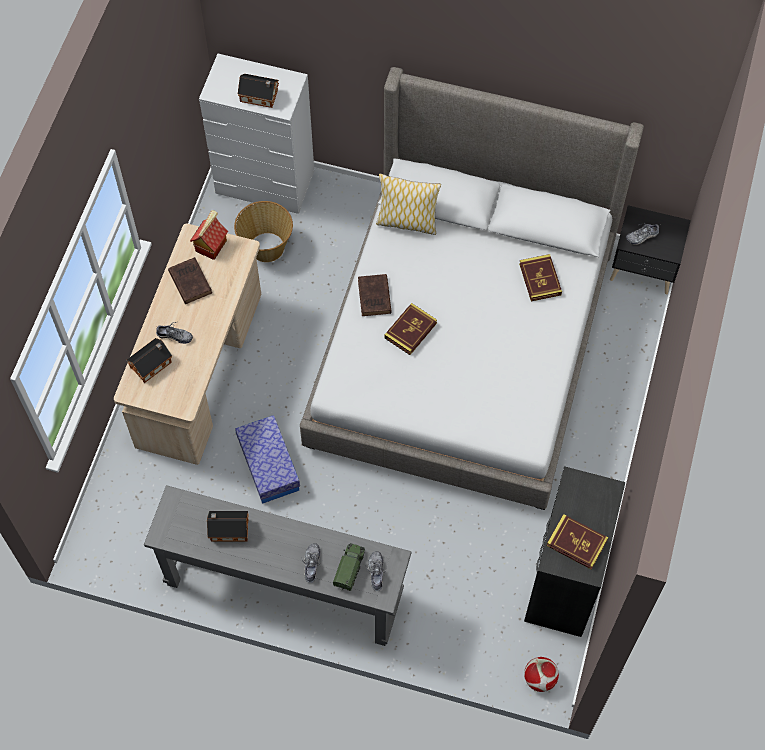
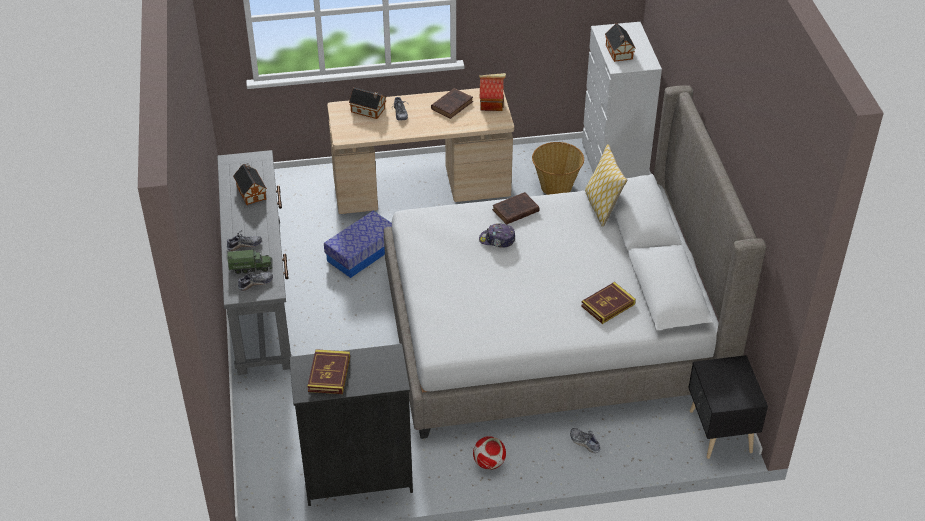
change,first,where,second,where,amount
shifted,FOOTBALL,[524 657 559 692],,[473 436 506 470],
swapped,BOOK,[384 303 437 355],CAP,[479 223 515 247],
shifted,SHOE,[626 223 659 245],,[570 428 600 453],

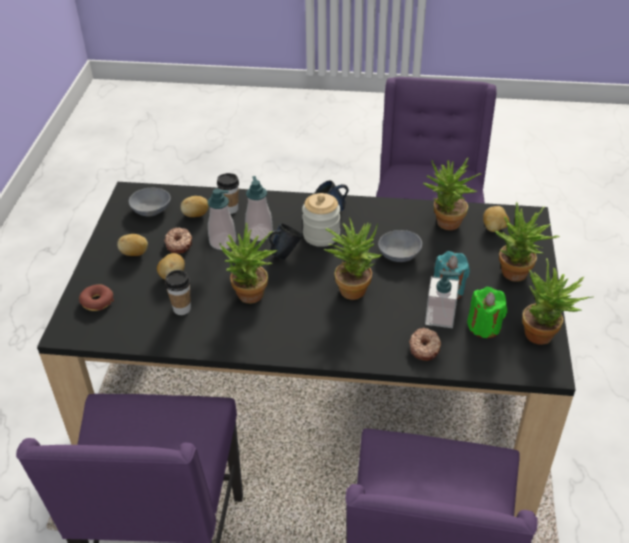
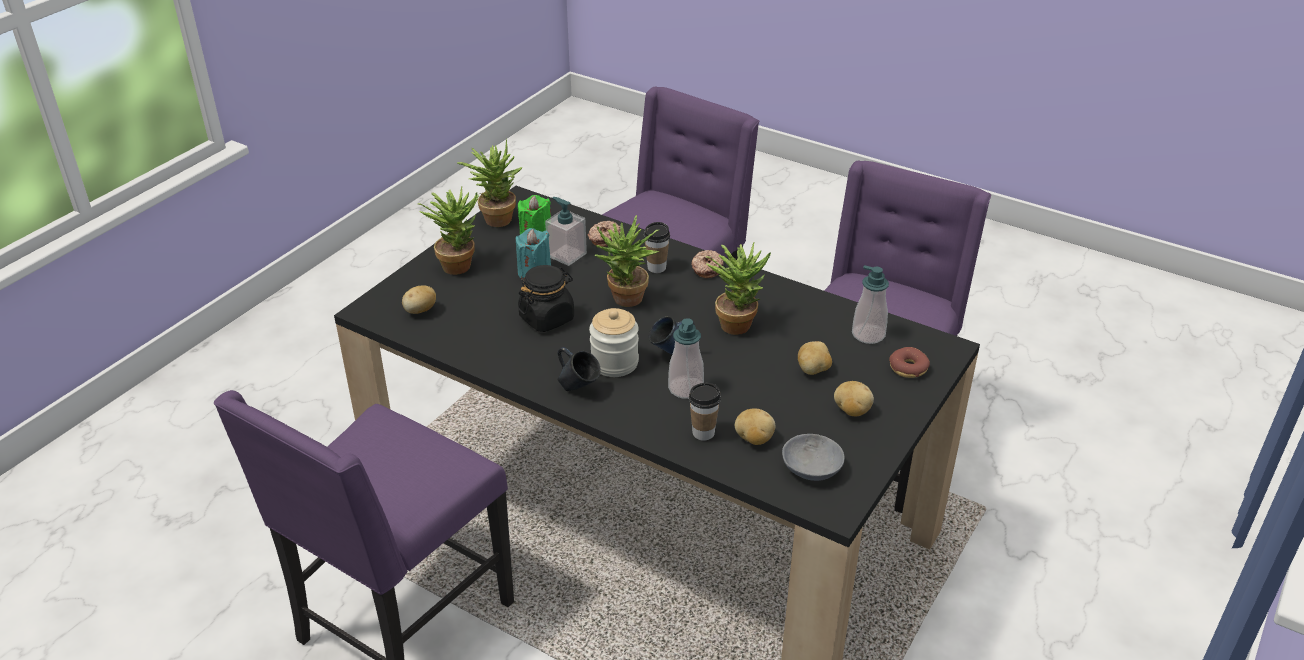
change,first,where,second,where,amount
swapped,GREY BOWL,[378 230 422 262],BLACK JAR,[518 265 574 332],
shifted,CUP,[165 270 191 315],,[644 222 670 273],
shifted,DONUT,[164 227 192 254],,[691 250 724 278],
shifted,SOAP DISPENSER,[208 189 236 250],,[852 265 889 344],
gone,POTTED PLANT,[423 157 481 230],,,

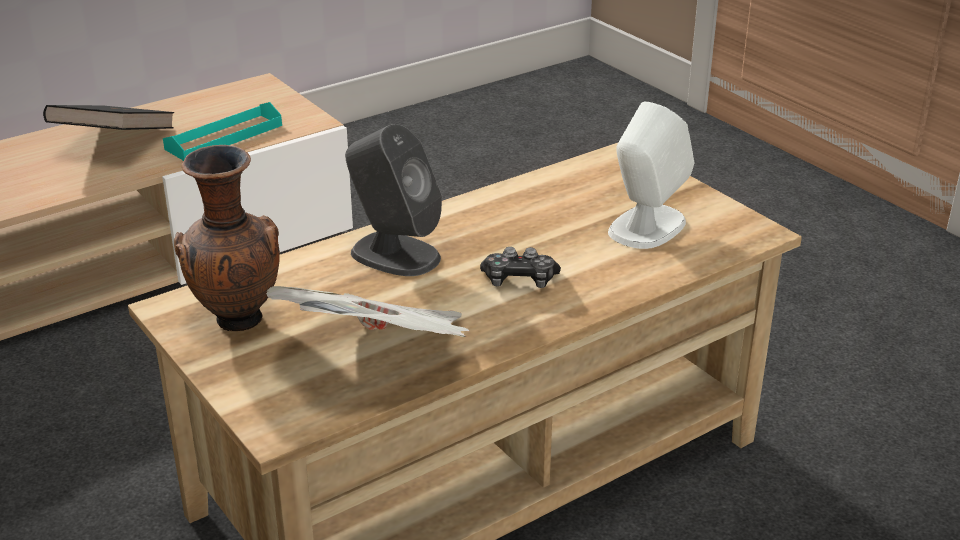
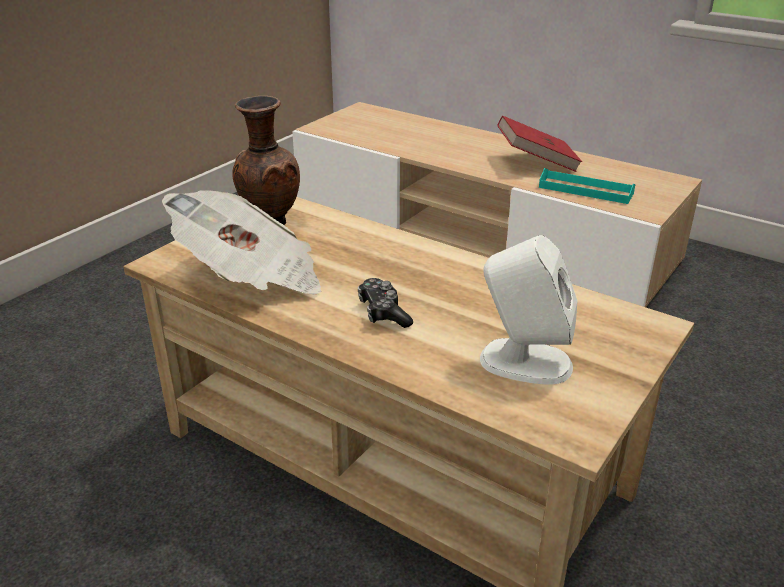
change,first,where,second,where,amount
repainted,BLACK BOOK,[43 105 174 130],RED BOOK,[497 116 582 172],
gone,GREY SPEAKER,[345 124 442 276],,,

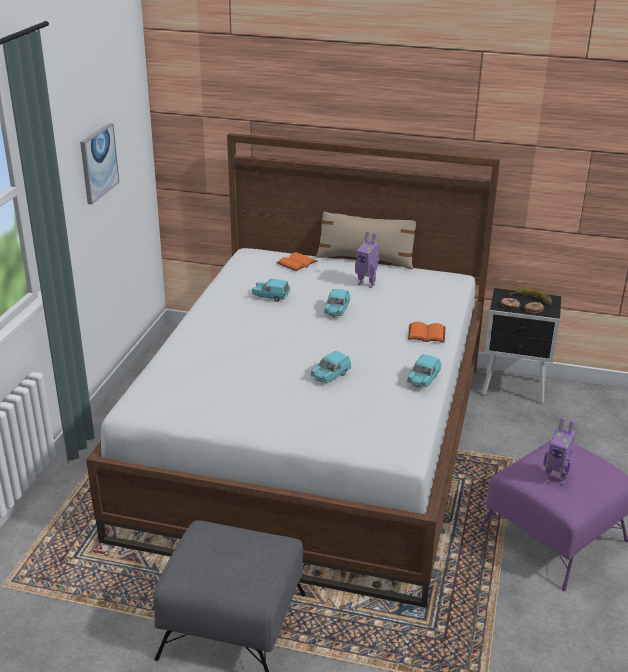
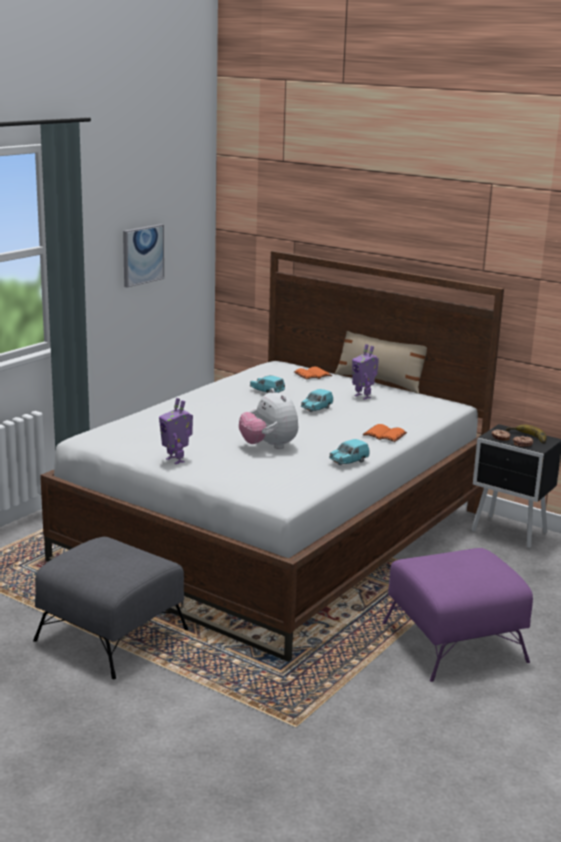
change,first,where,second,where,amount
shifted,TOY ROBOT,[543 418 576 485],,[159 398 193 464],
swapped,TURQUOISE TOY CAR,[311 351 351 383],PLUSH TOY,[239 388 298 449],

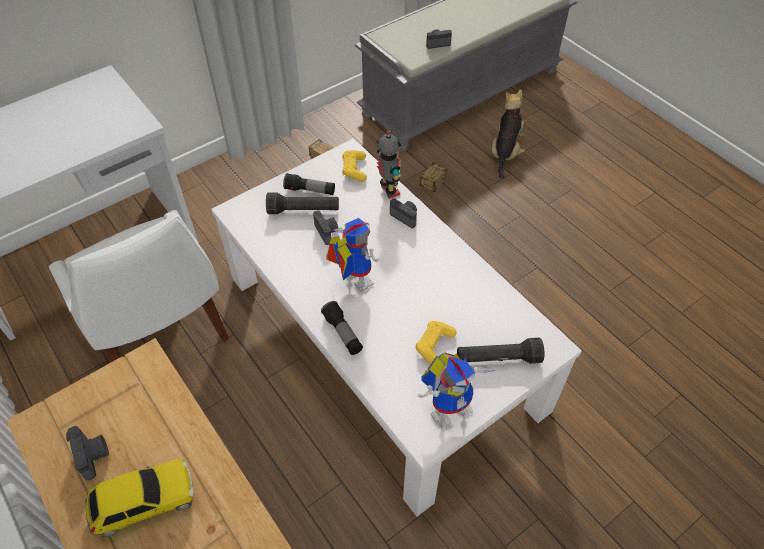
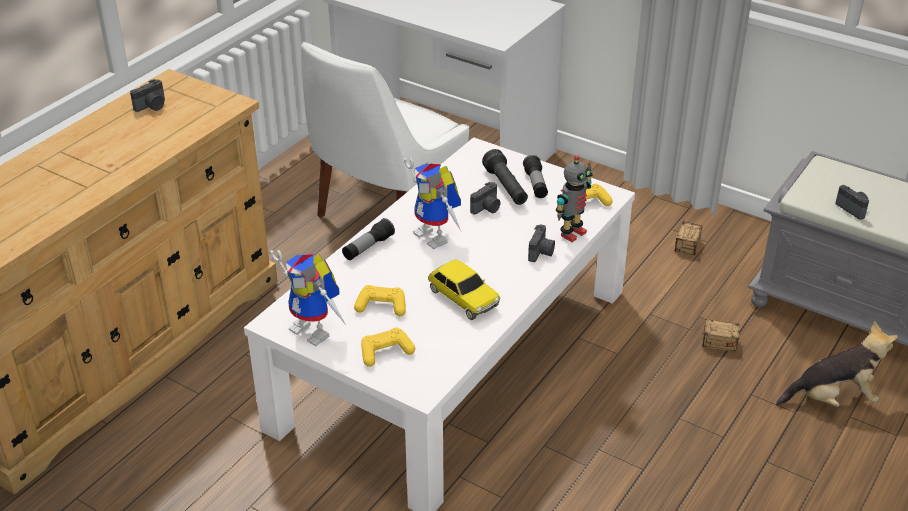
change,first,where,second,where,amount
swapped,BLACK FLASHLIGHT,[457 338 544 364],YELLOW GAME CONTROLLER,[361 328 415 367],
rotated,TOY ROBOT,[326 218 379 292],,[404 158 461 249],105 degrees clockwise
shifted,TOY CAR,[85 459 193 537],,[428 260 500 320],

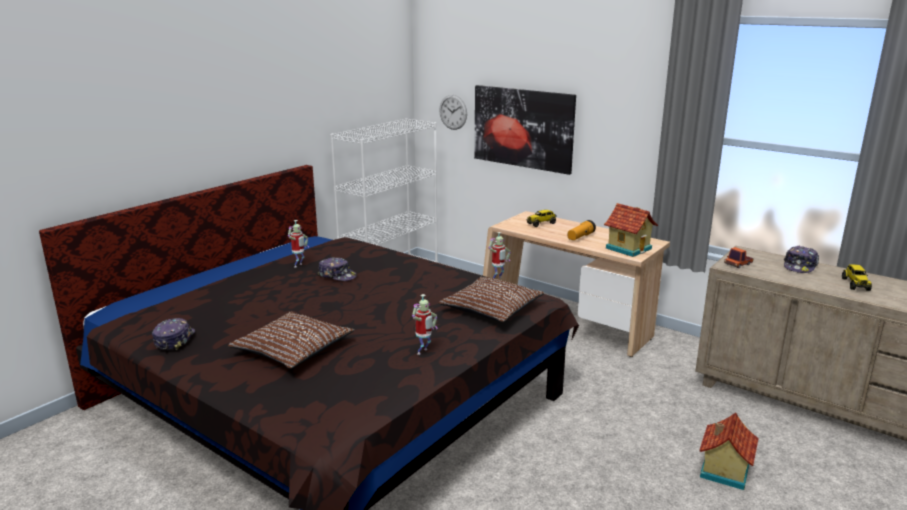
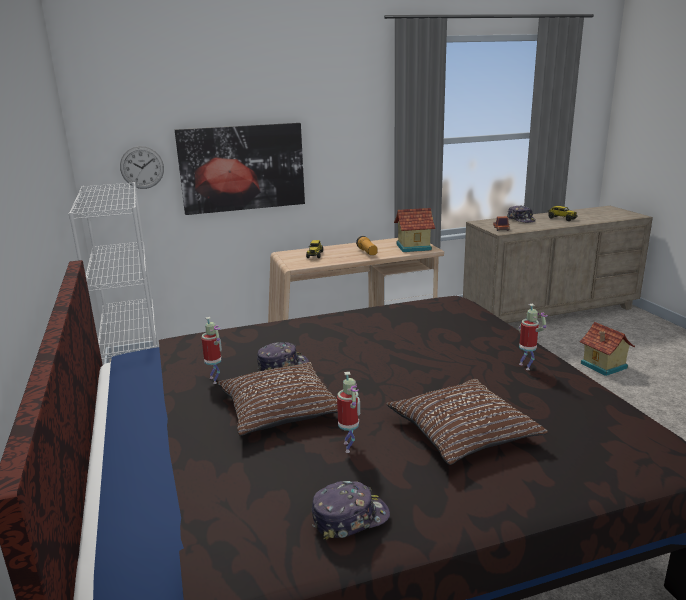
change,first,where,second,where,amount
shifted,BROWN PILLOW,[439 277 544 322],,[217 362 338 436],
rotated,CAP,[152 318 195 350],,[312 481 390 540],120 degrees clockwise
shifted,TOY ROBOT,[489 232 511 278],,[337 372 360 453],

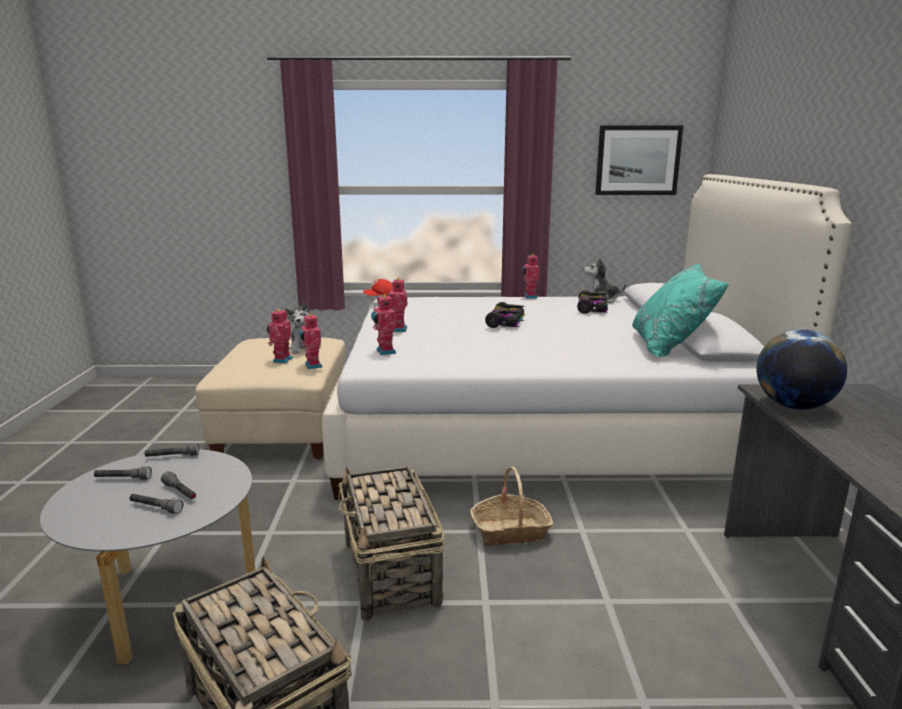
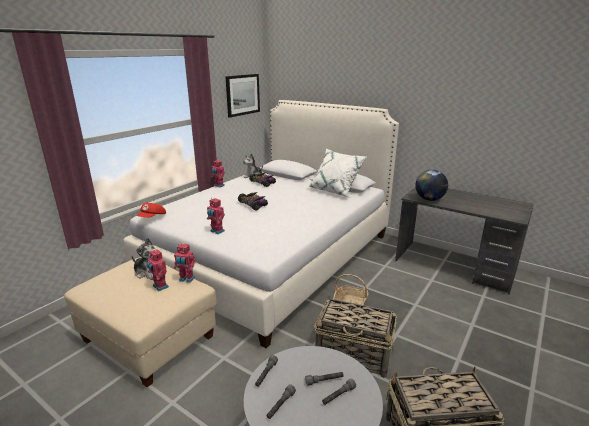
change,first,where,second,where,amount
repainted,TURQUOISE PILLOW,[632 264 729 357],WHITE PILLOW,[308 148 367 198],
gone,TOY ROBOT,[371 294 396 355],,,

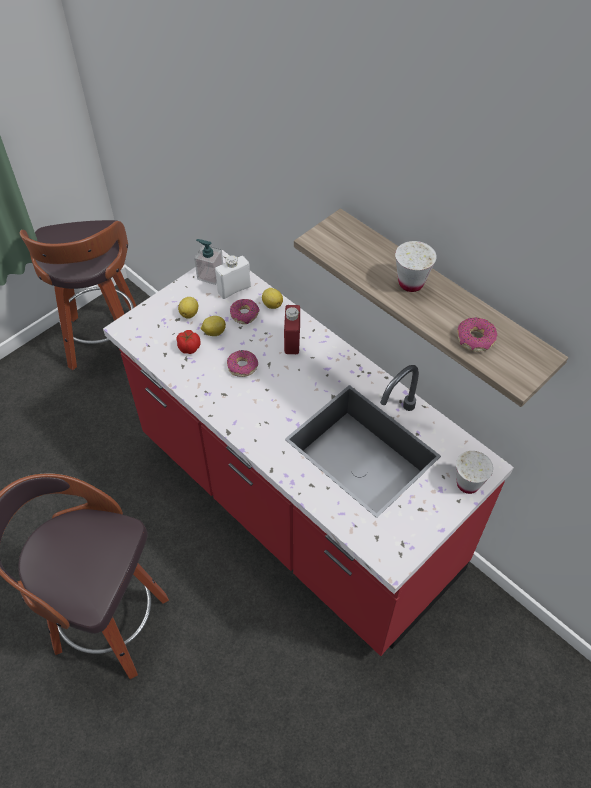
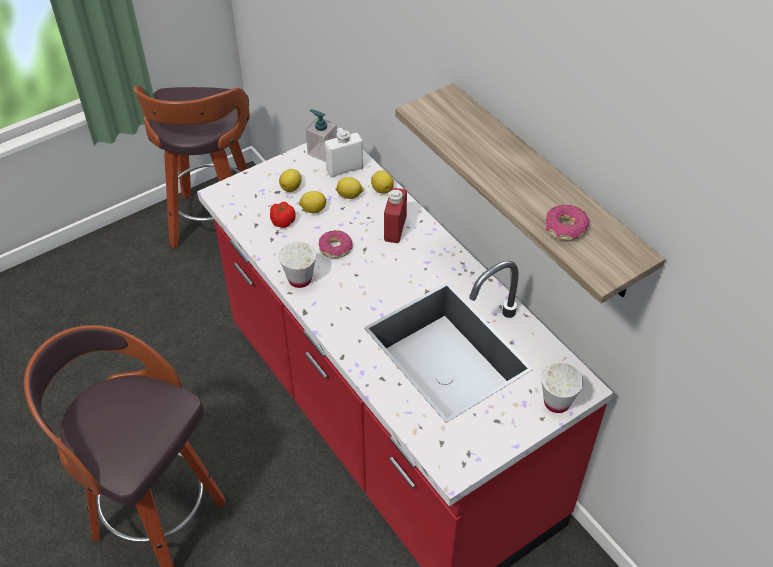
change,first,where,second,where,amount
shifted,WHITE CUP,[395 241 437 292],,[279 242 316 288],
swapped,DONUT,[230 299 260 324],LEMON,[336 177 364 199],

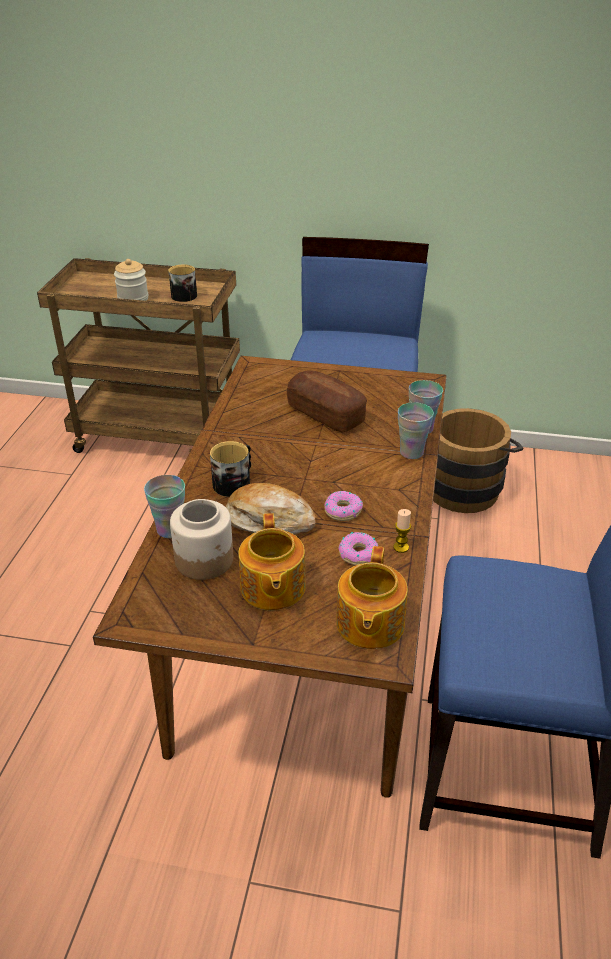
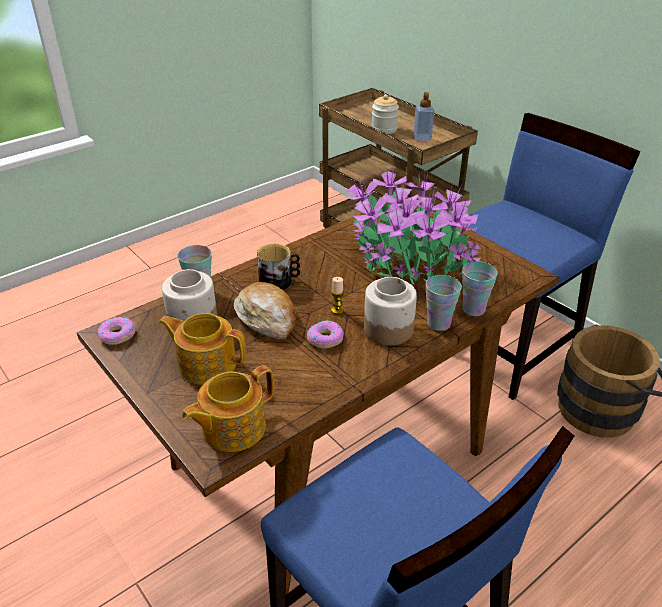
change,first,where,second,where,amount
shifted,DONUT,[338 532 378 565],,[98 317 135 345],
rotated,TEAPOT,[238 513 306 610],,[159 313 246 385],75 degrees clockwise
shifted,CANDLE,[393 509 411 553],,[331 277 344 314],
swapped,BREAD,[287 371 367 433],POTTED PLANT,[344 168 481 285],
new,,,JAR,[364 277 417 345],
swapped,MUG,[168 264 197 302],SOAP DISPENSER,[413 92 434 141],

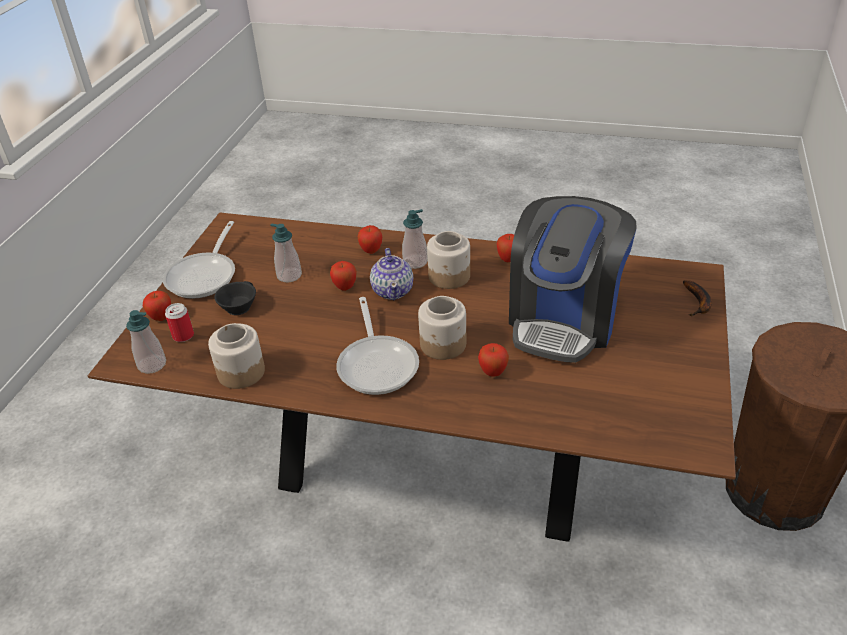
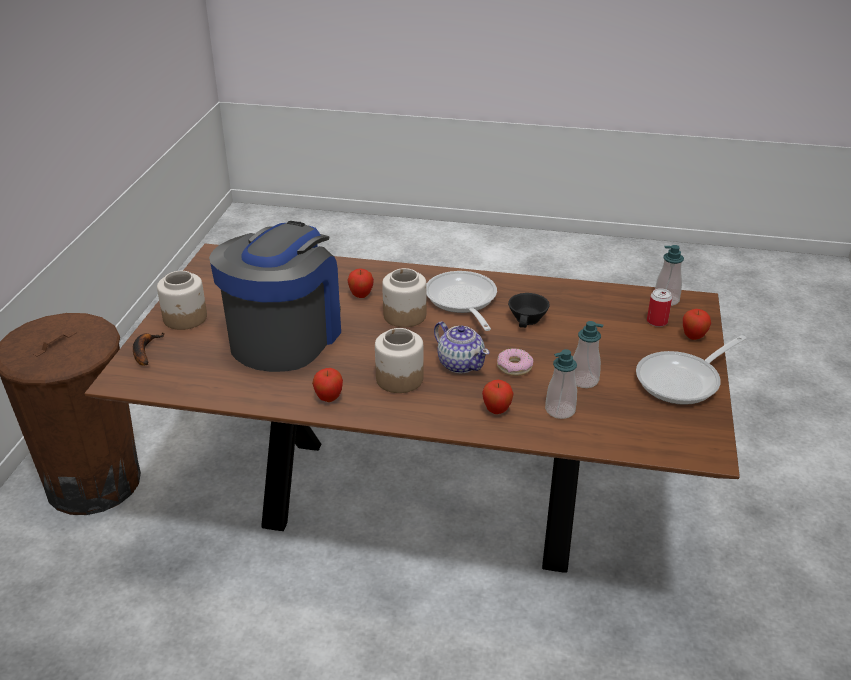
change,first,where,second,where,amount
shifted,JAR,[208 323 265 389],,[157 271 207 330],
rotated,TEAPOT,[370 248 413 300],,[434 321 490 374],150 degrees clockwise
swapped,APPLE,[330 261 357 291],DONUT,[497 348 533 376],
shifted,BLACK CUP,[214 281 256 315],,[508 293 550 328],
shifted,SOAP DISPENSER,[402 209 428 269],,[545 349 577 419],
rotated,FRYING PAN,[163 221 235 299],,[636 335 747 405],135 degrees counterclockwise

